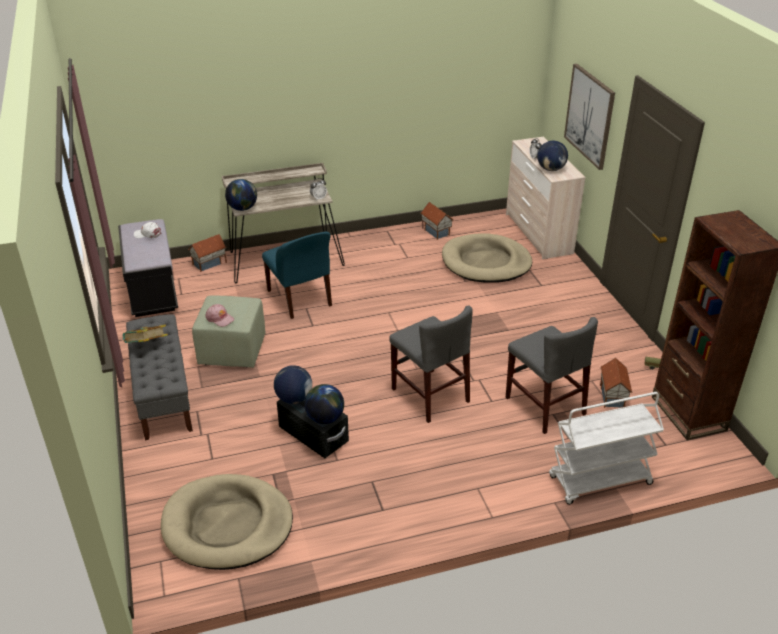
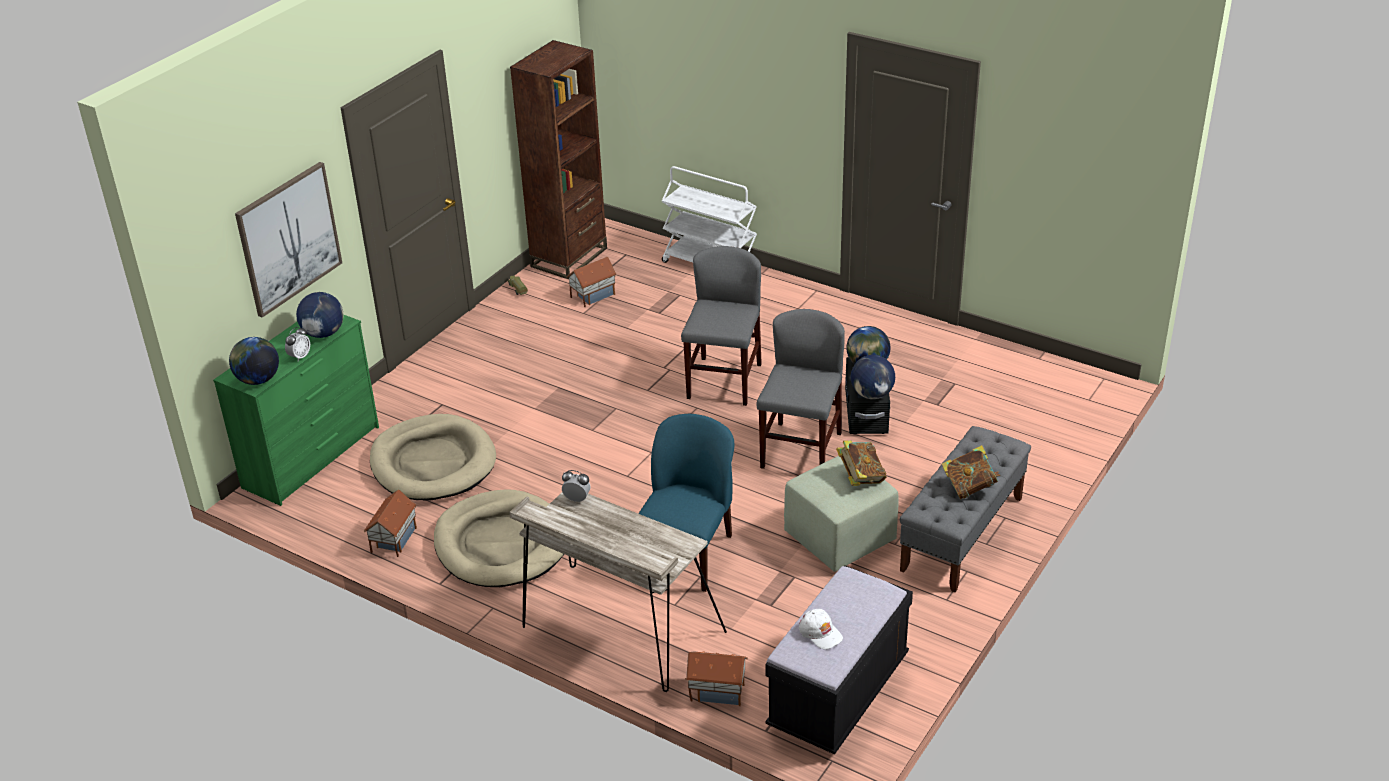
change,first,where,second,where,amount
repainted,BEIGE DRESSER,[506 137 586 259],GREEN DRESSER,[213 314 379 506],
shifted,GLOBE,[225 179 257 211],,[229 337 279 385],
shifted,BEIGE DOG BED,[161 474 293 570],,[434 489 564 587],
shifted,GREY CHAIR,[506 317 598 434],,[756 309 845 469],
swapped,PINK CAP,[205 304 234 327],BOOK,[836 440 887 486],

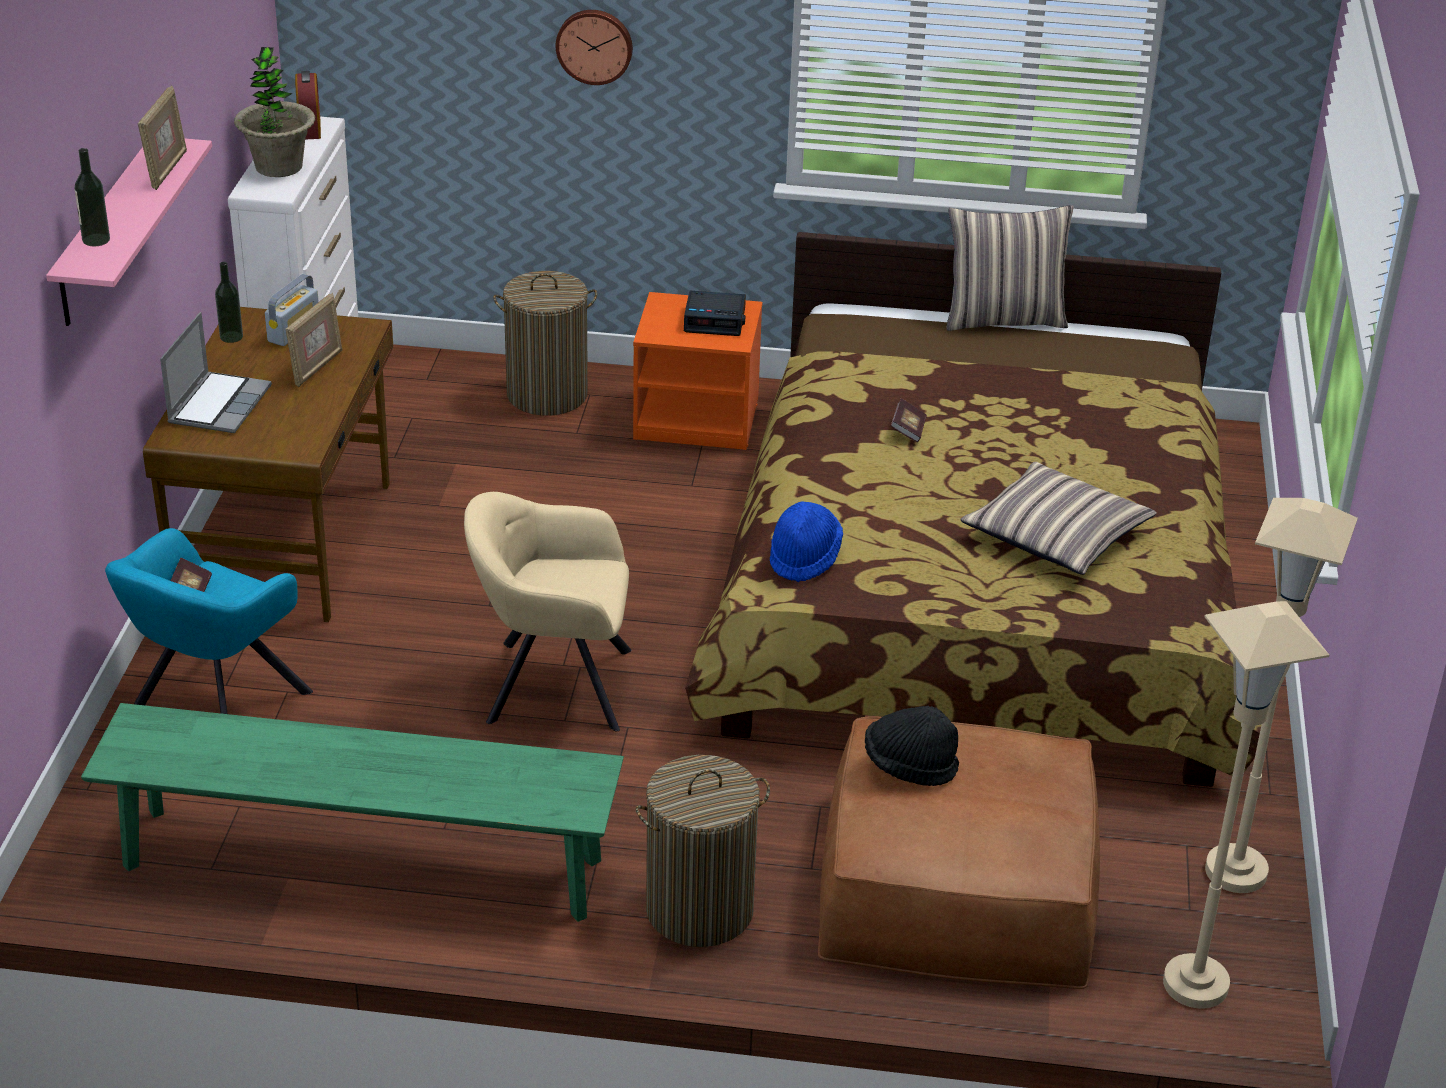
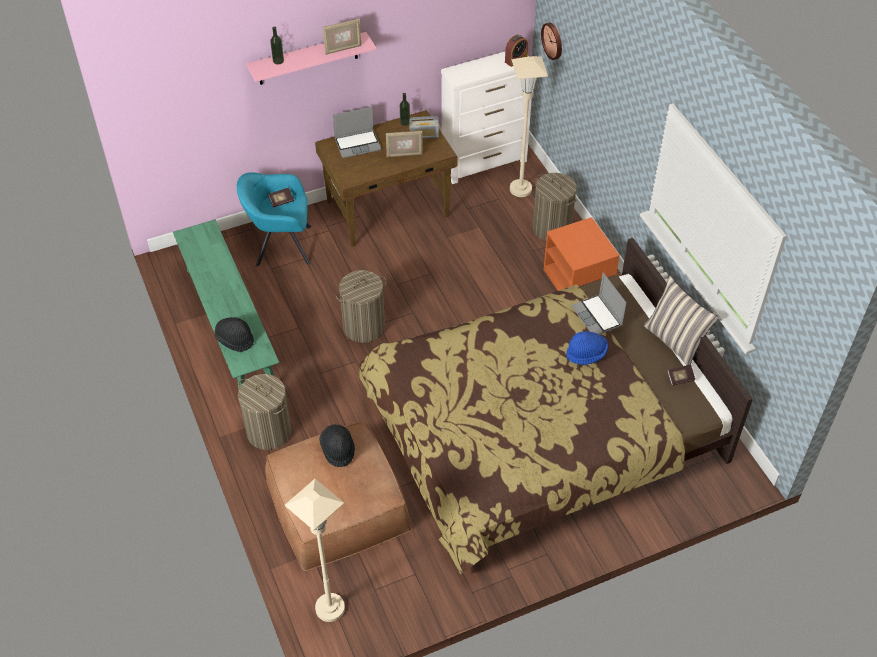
change,first,where,second,where,amount
new,,,BLACK HAT,[215 317 254 352],
swapped,BEIGE ARMCHAIR,[464 492 632 731],LAUNDRY BASKET,[335 270 386 343],
shifted,BEIGE FLOOR LAMP,[1205 498 1358 893],,[510 56 548 197],
shifted,WALL CLOCK,[556 10 633 85],,[541 23 562 60],
shifted,BLUE HAT,[770 501 843 582],,[566 331 608 365],
new,,,LAPTOP,[571 272 627 335],
shifted,BOOK,[891 398 927 442],,[667 364 695 386],
gone,POTTED PLANT,[234 47 315 177],,,
gone,ALARM CLOCK,[684 291 746 336],,,
gone,PILLOW,[961 462 1157 575],,,

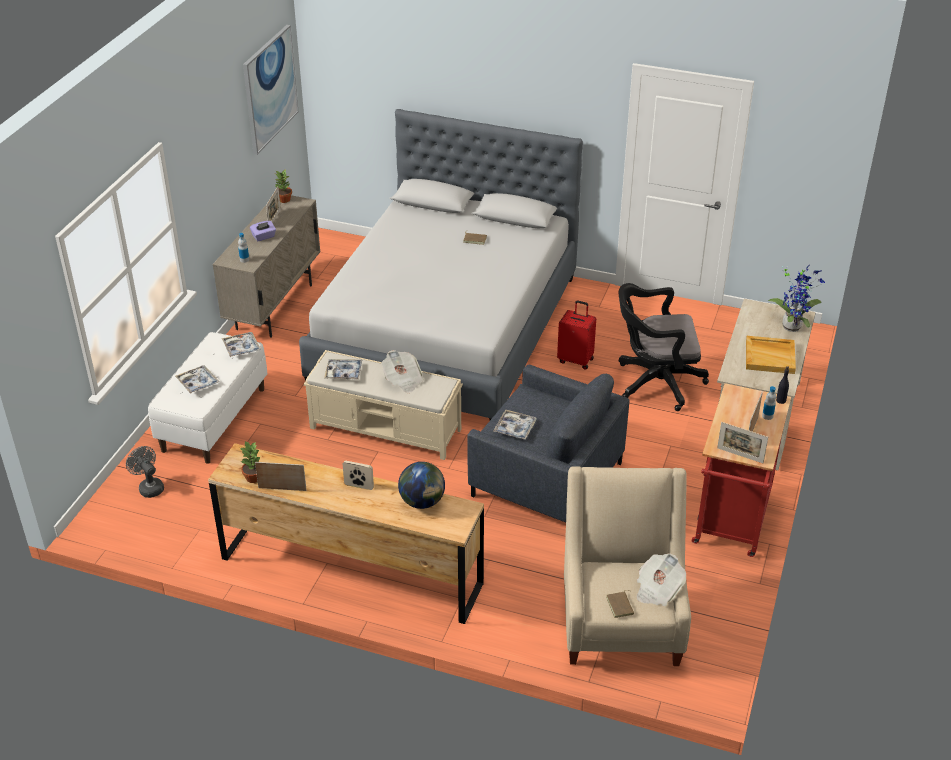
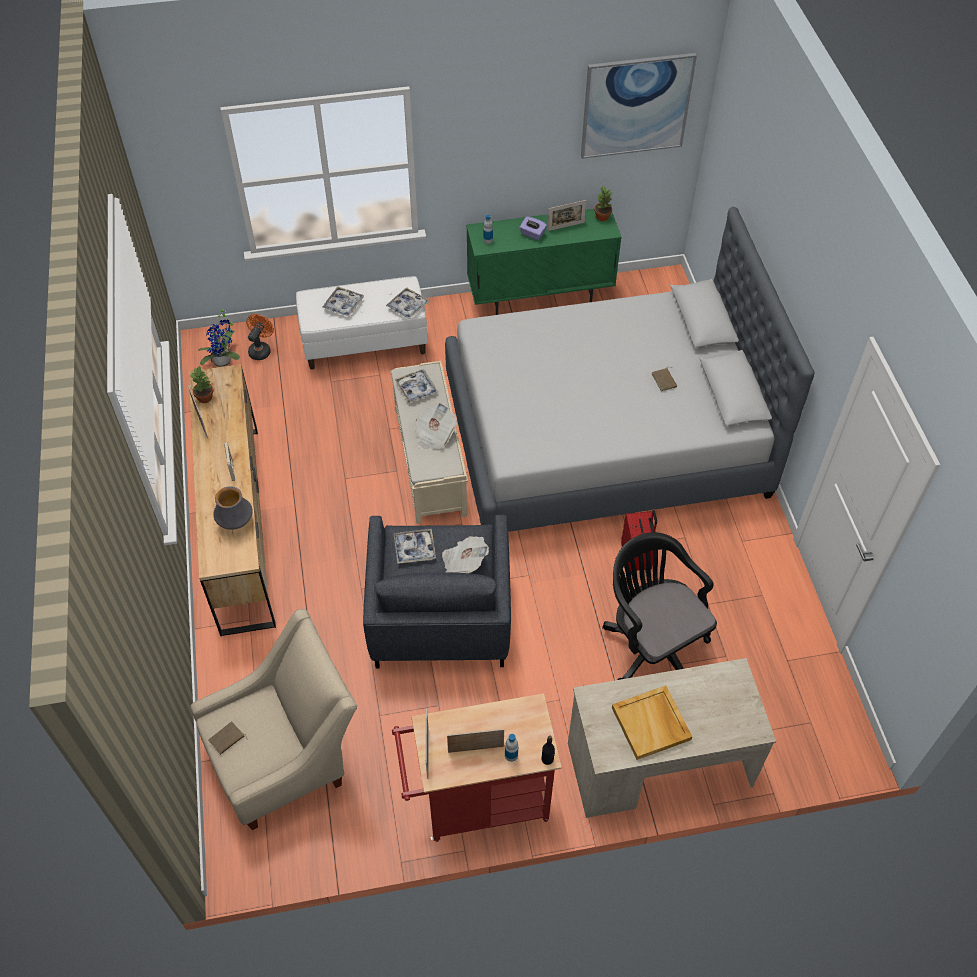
change,first,where,second,where,amount
shifted,POTTED PLANT,[768 265 825 332],,[198 307 240 367],
swapped,GLOBE,[398 462 445 509],VASE,[213 486 253 530],
repainted,GREY FAN,[126 446 164 498],ORANGE FAN,[246 314 274 360],
shifted,NEWSPAPER,[636 554 686 606],,[442 536 489 573],
repainted,BEIGE CABINET,[213 195 320 338],GREEN CABINET,[466 209 622 315],

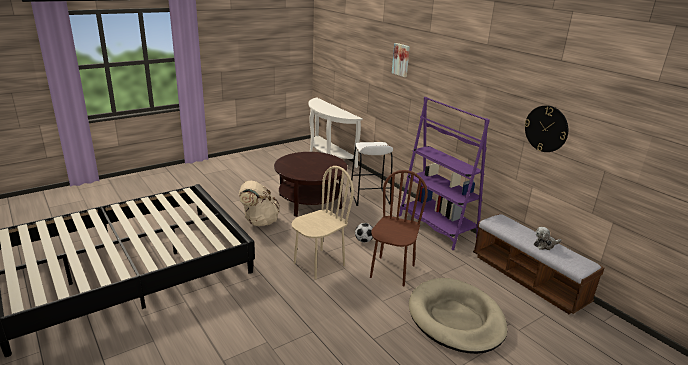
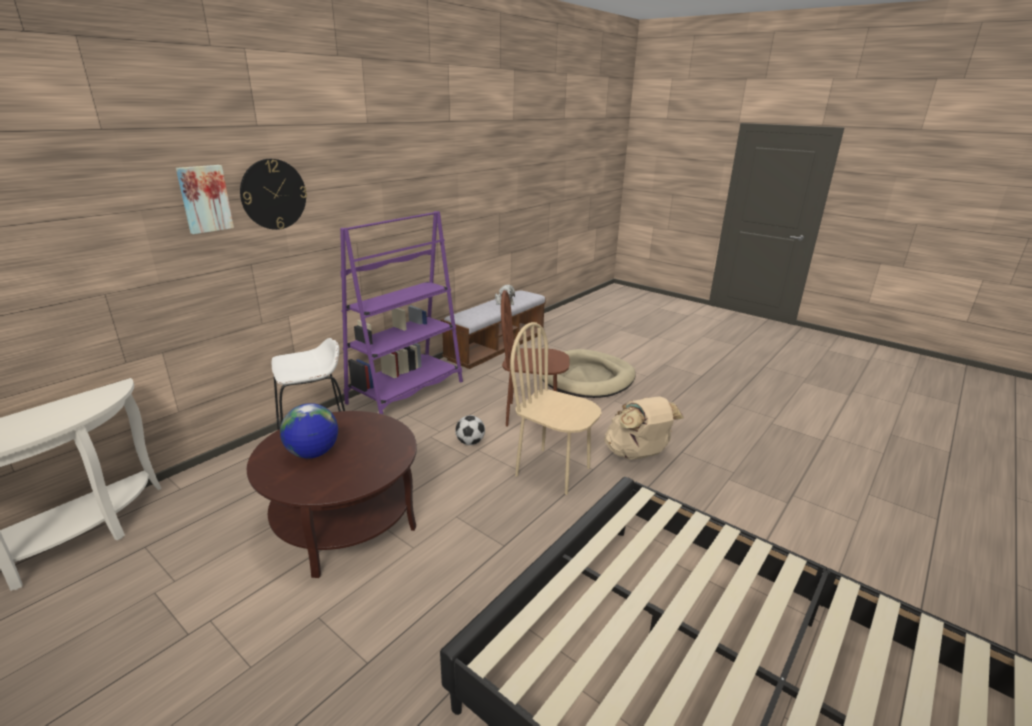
change,first,where,second,where,amount
shifted,WALL CLOCK,[525 105 568 152],,[240 159 307 230],
new,,,GLOBE,[280 403 338 459],
shifted,BEIGE BACKPACK,[239 181 280 226],,[604 396 684 460],

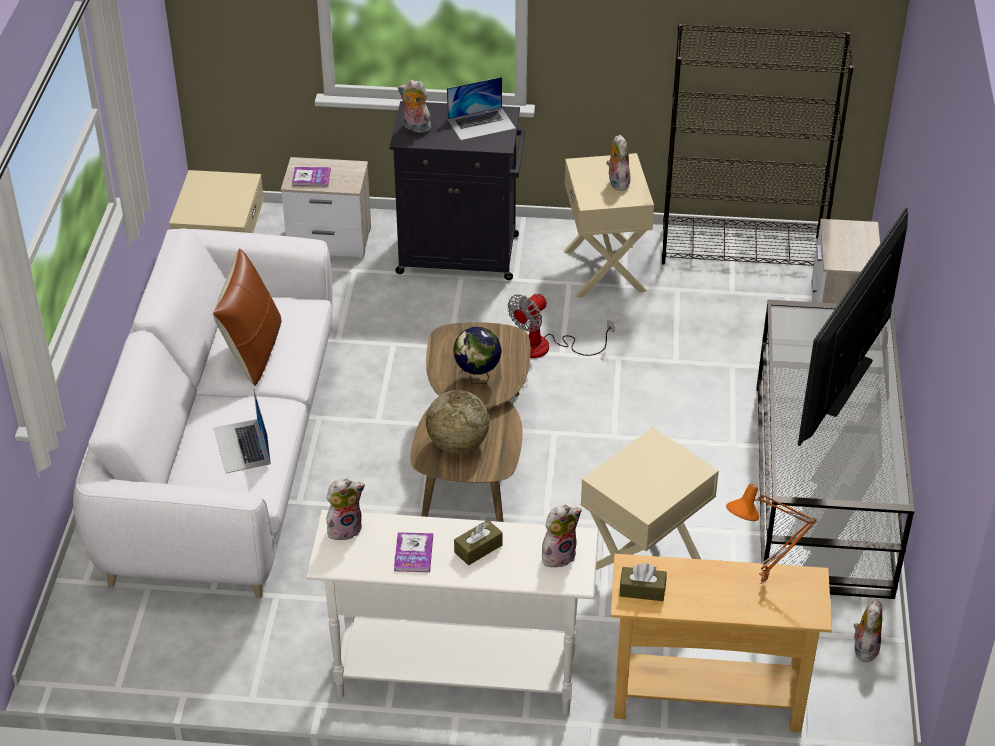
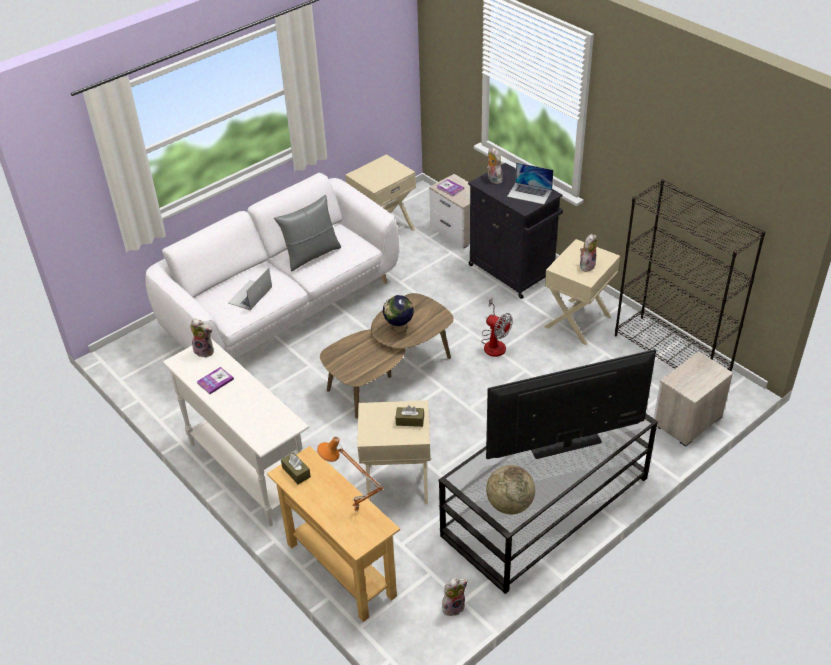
change,first,where,second,where,amount
repainted,BROWN PILLOW,[213 248 281 386],GREY PILLOW,[274 195 341 271],
shifted,BROWN TISSUE BOX,[454 520 502 565],,[395 406 424 427],
rotated,FAN,[508 293 615 358],,[481 298 513 357],135 degrees counterclockwise
shifted,GLOBE,[426 390 489 454],,[486 465 535 514],
gone,PLUSH TOY,[542 505 582 567],,,

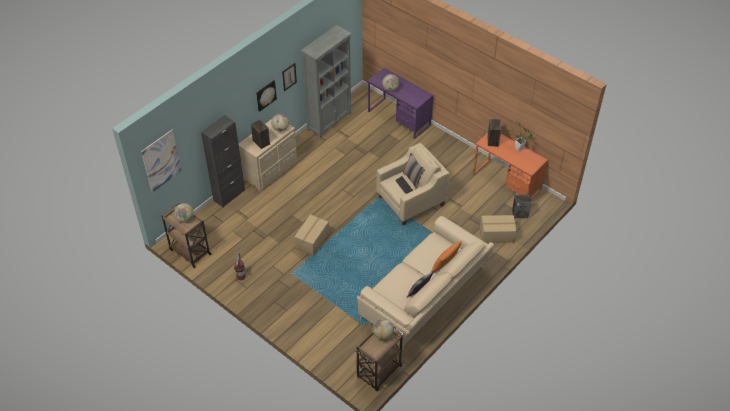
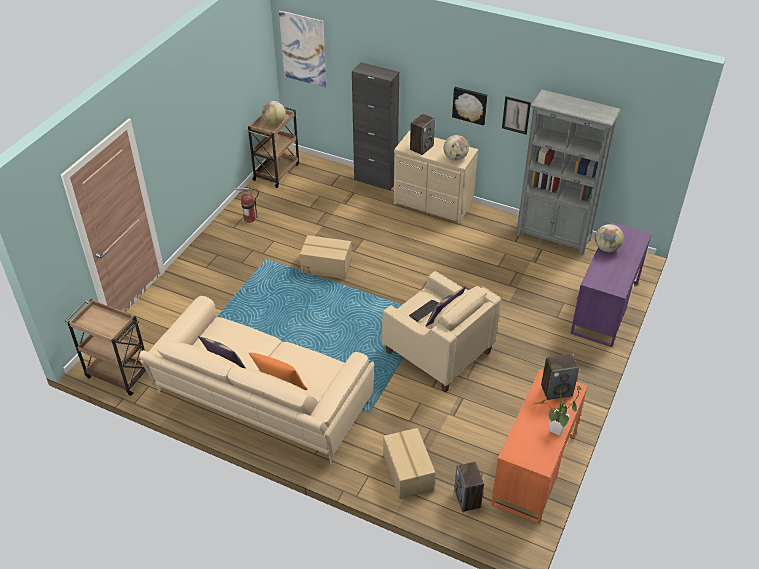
change,first,where,second,where,amount
gone,GLOBE,[373 318 394 340],,,

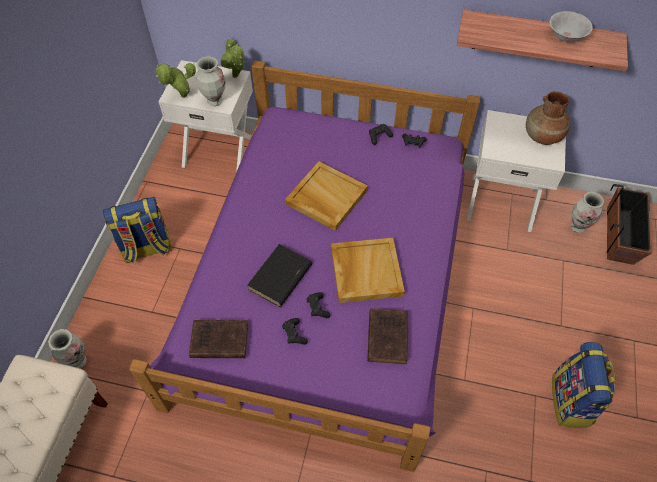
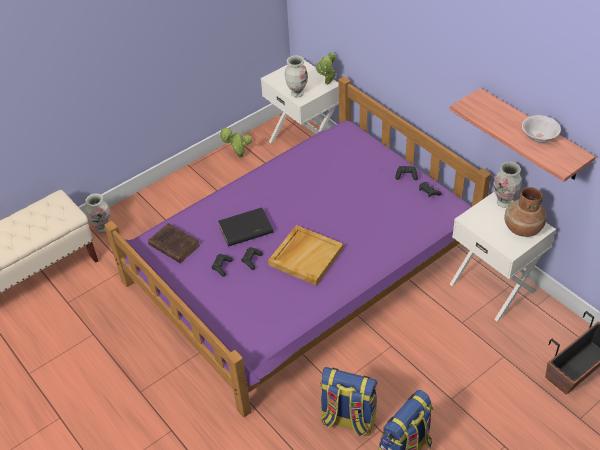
change,first,where,second,where,amount
shifted,POTTED PLANT,[156 63 196 98],,[219 127 252 158],
shifted,BACKPACK,[102 197 172 264],,[320 367 377 437],
shifted,VASE,[571 192 604 233],,[493 162 522 208],
gone,BEIGE TRAY,[285 161 368 231],,,
gone,BROWN BOOK,[367 308 408 364],,,

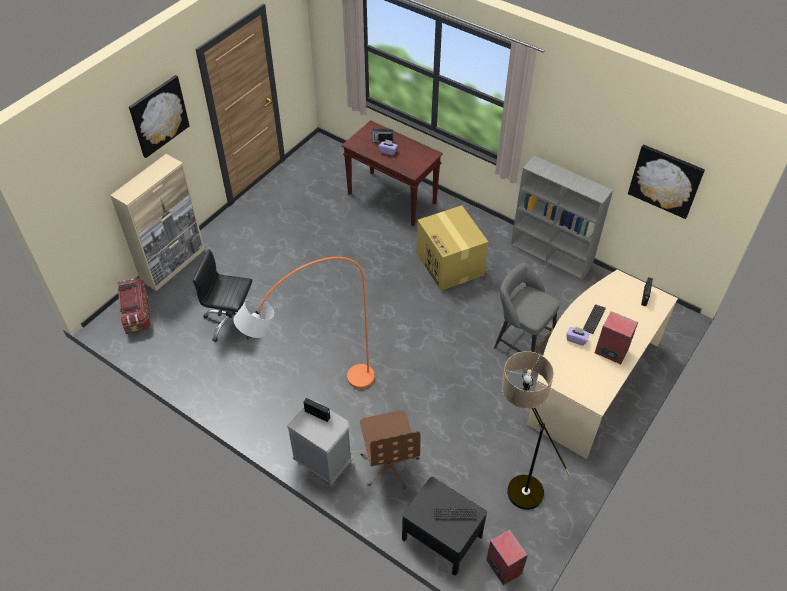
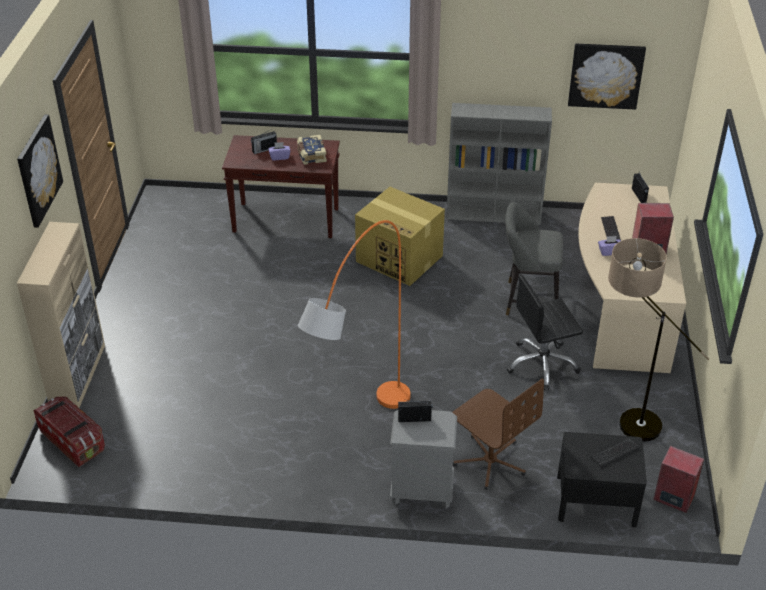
change,first,where,second,where,amount
new,,,BOOK,[297 135 327 165],
shifted,BLACK OFFICE CHAIR,[193 249 252 342],,[507 274 583 390],

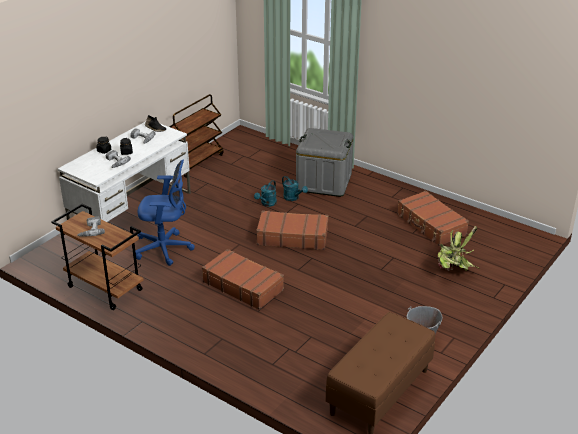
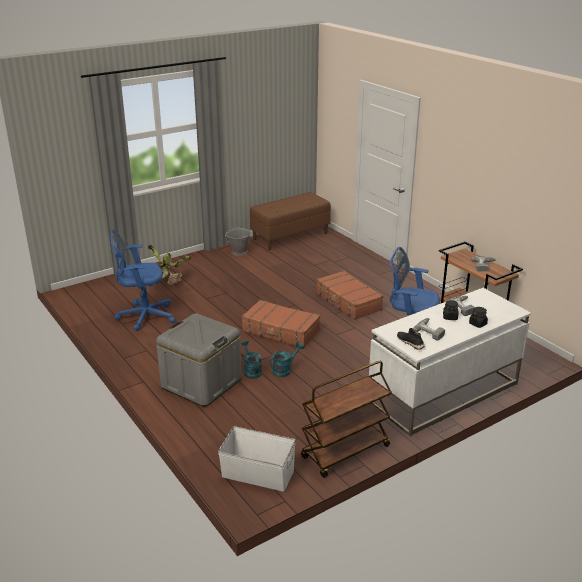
change,first,where,second,where,amount
swapped,BROWN SUITCASE,[397 191 469 246],BLUE OFFICE CHAIR,[111 229 175 331],
new,,,WHITE STORAGE BOX,[218 426 296 492],

